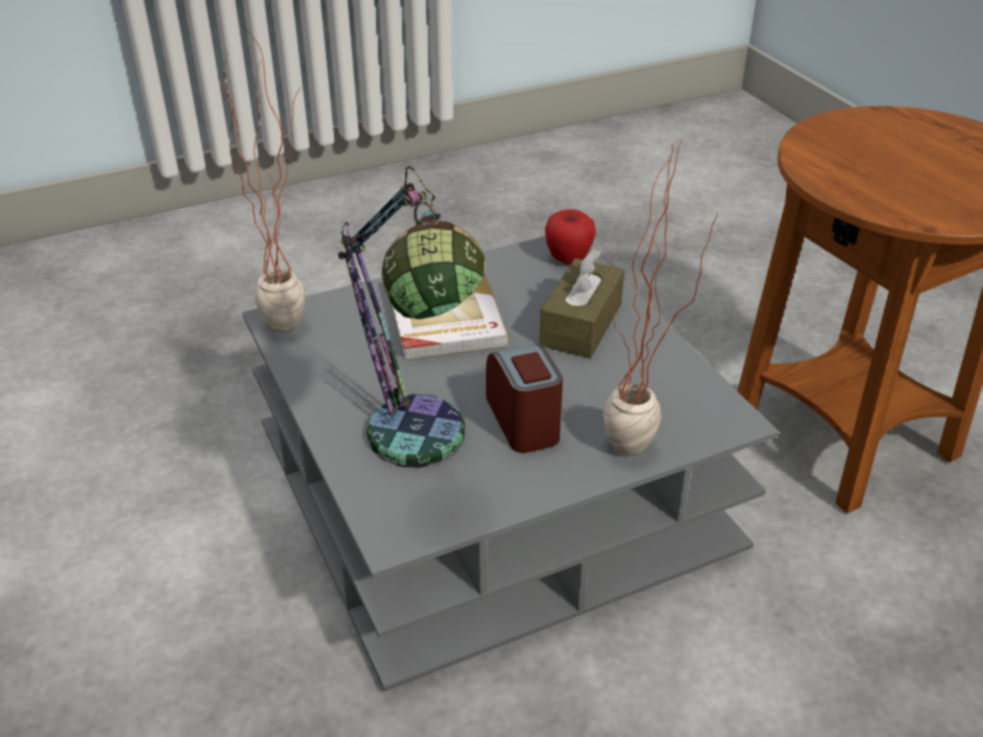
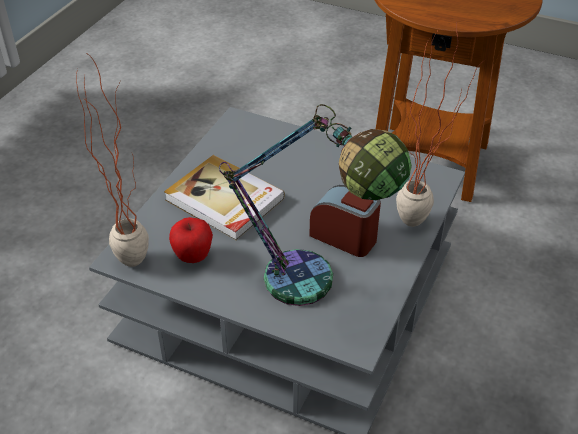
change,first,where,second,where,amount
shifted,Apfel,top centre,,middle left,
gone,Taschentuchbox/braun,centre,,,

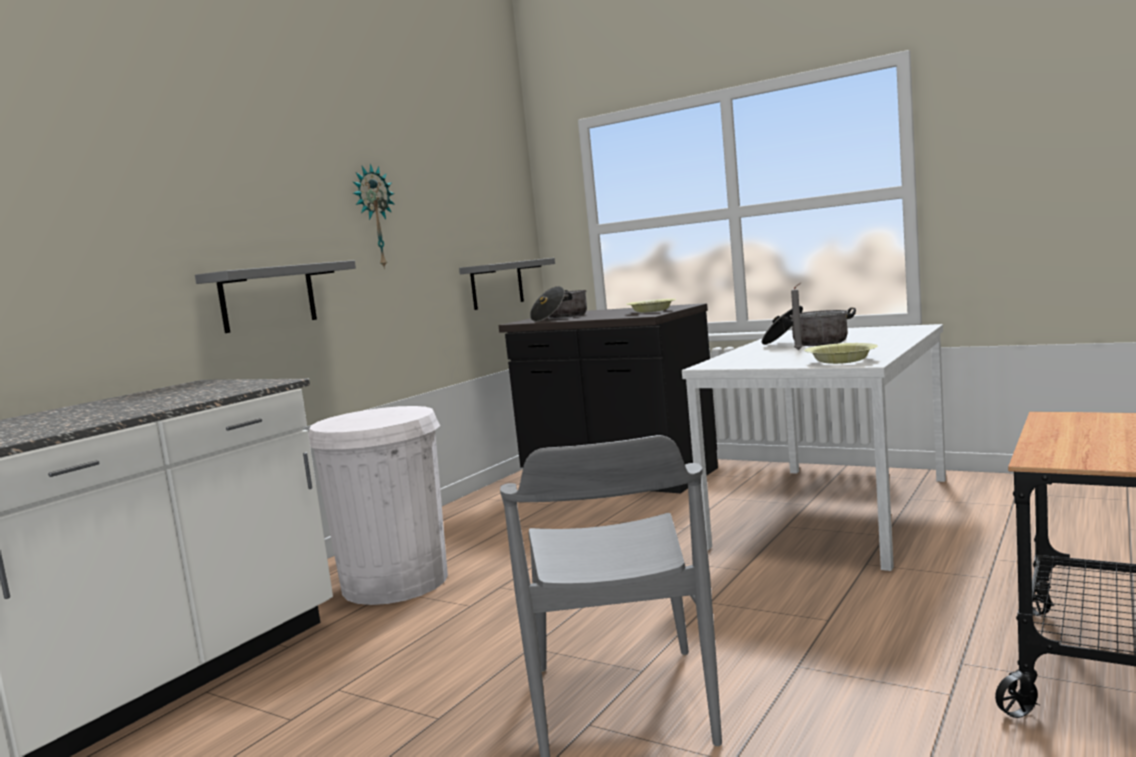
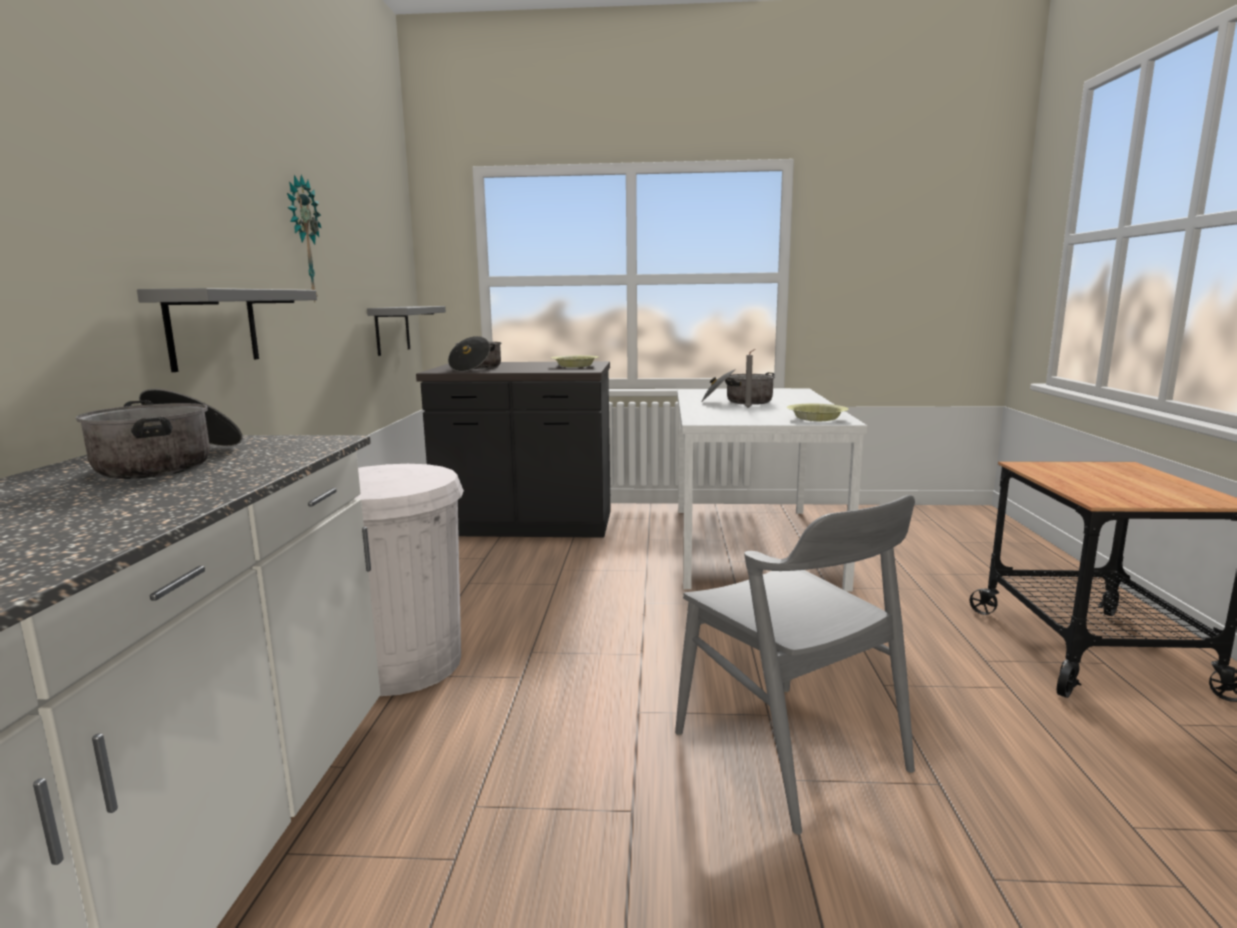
change,first,where,second,where,amount
new,,,Kochtopf (no. 1 from left),middle left,

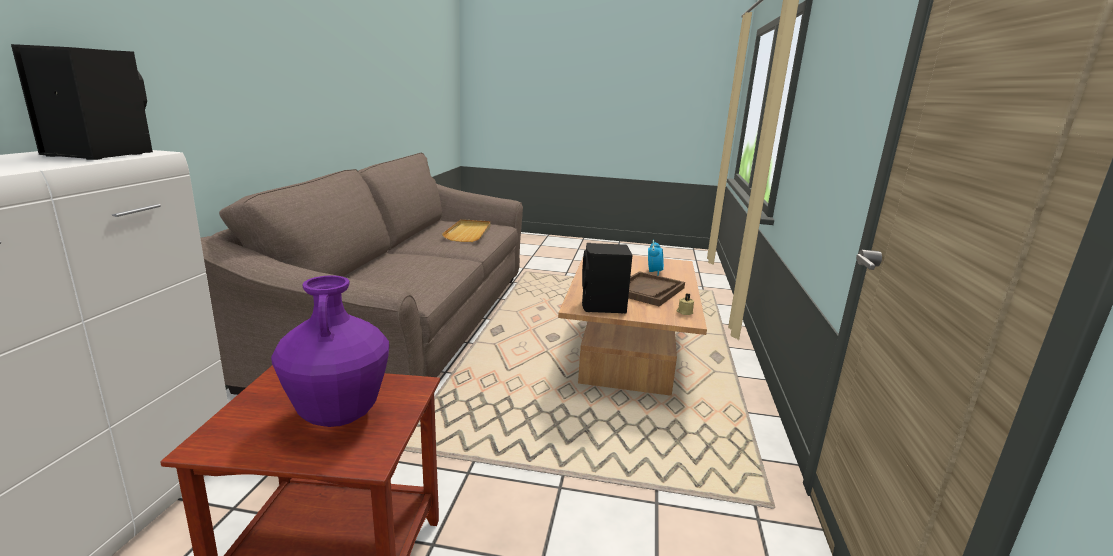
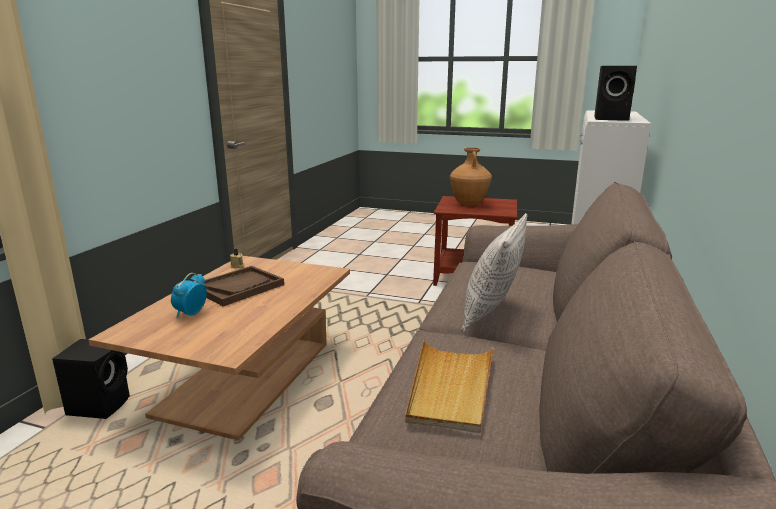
change,first,where,second,where,amount
shifted,Lautsprecher/schwarz (no. 2 from left in the first image),centre,Lautsprecher/schwarz (no. 1 from left),bottom left,
repainted,Vase/lila,middle left,Vase/braun,centre,
new,,,Kissen,centre,

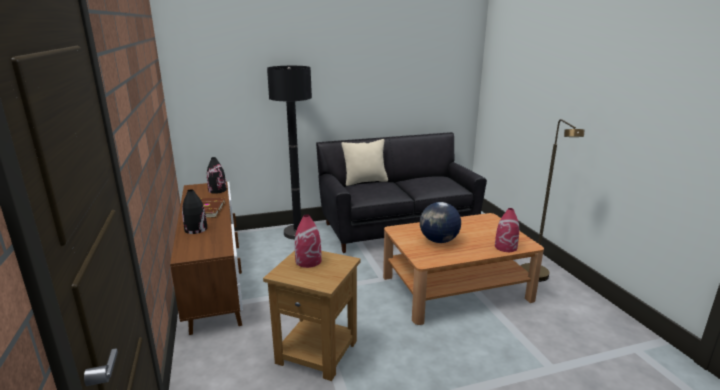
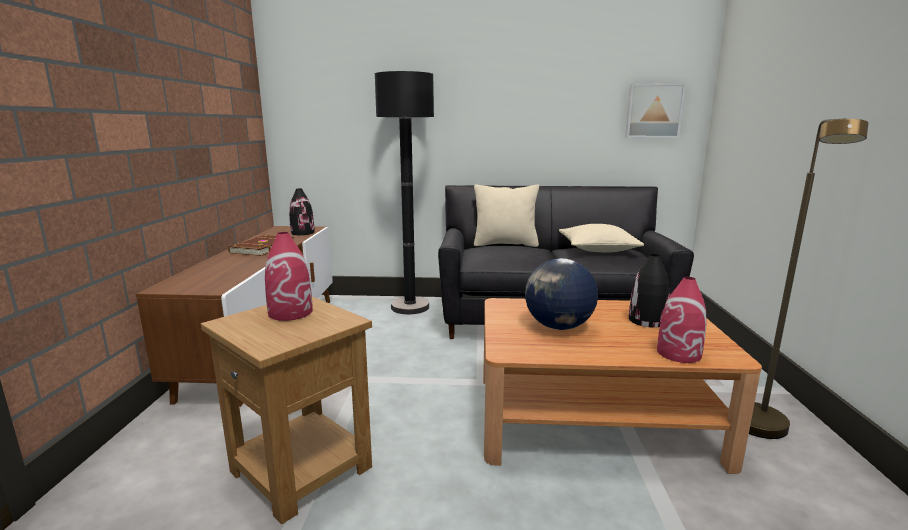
change,first,where,second,where,amount
shifted,Vase/schwarz (no. 1 from left in the first image),middle left,Vase/schwarz (no. 2 from left),middle right,
new,,,Bild,top right,
new,,,Kissen/beige (no. 2 from left),centre,

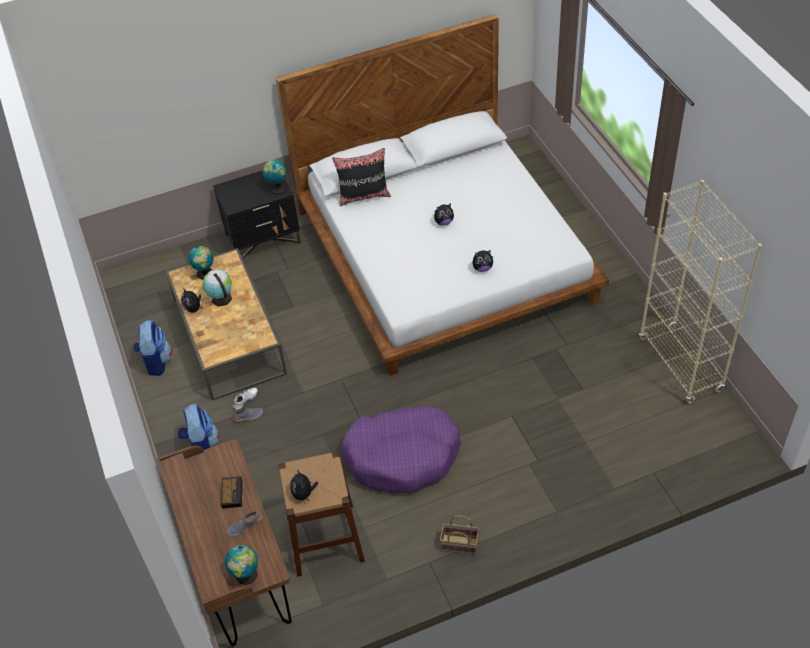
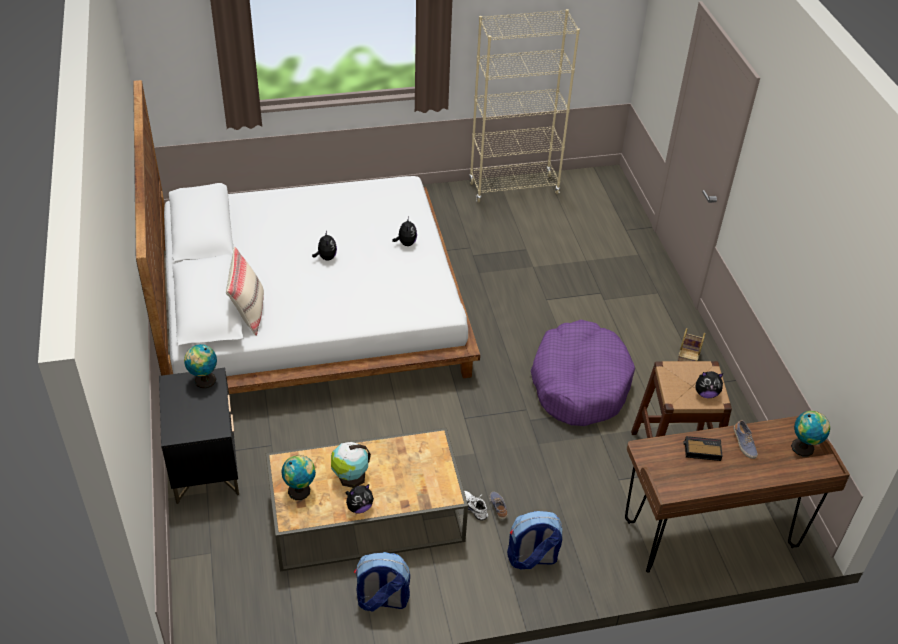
change,first,where,second,where,amount
repainted,Kissen/schwarz,top centre,Kissen/beige,middle left,

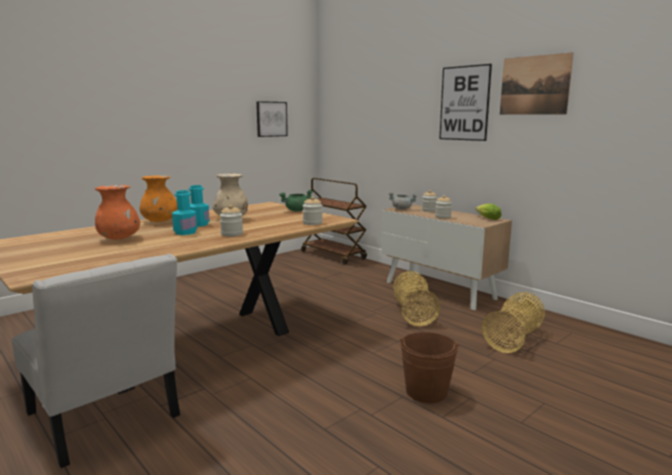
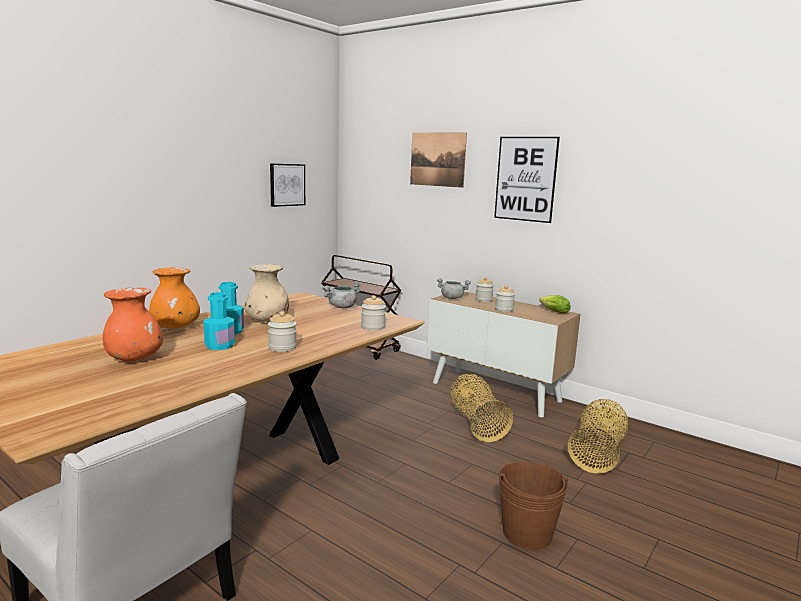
change,first,where,second,where,amount
shifted,Bild (no. 3 from left in the first image),top right,Bild (no. 2 from left),top centre,
repainted,Kochtopf/grün,centre,Kochtopf/grau (no. 1 from left),centre,

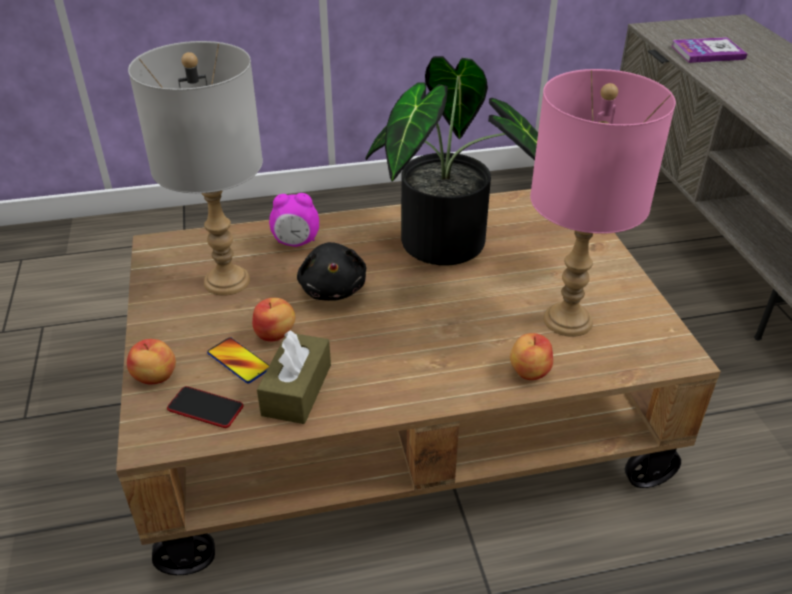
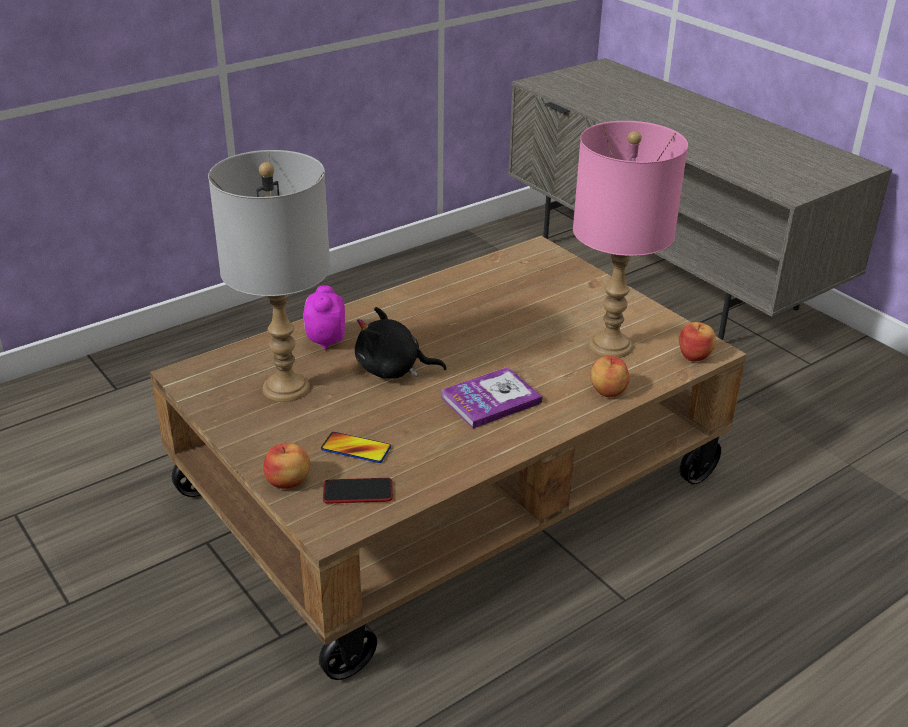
change,first,where,second,where,amount
shifted,Buch,top right,,centre,
gone,Topfpflanze,top centre,,,
rotated,Wecker,centre,,centre,120 degrees clockwise
rotated,Plüschtier/schwarz,centre,,centre,135 degrees clockwise
shifted,Apfel (no. 2 from left in the first image),centre,Apfel (no. 3 from left),middle right,
gone,Taschentuchbox/braun,centre,,,

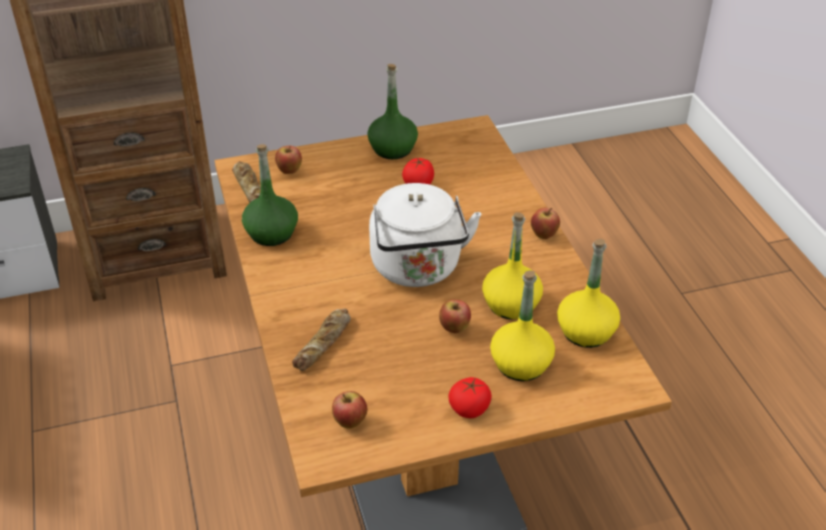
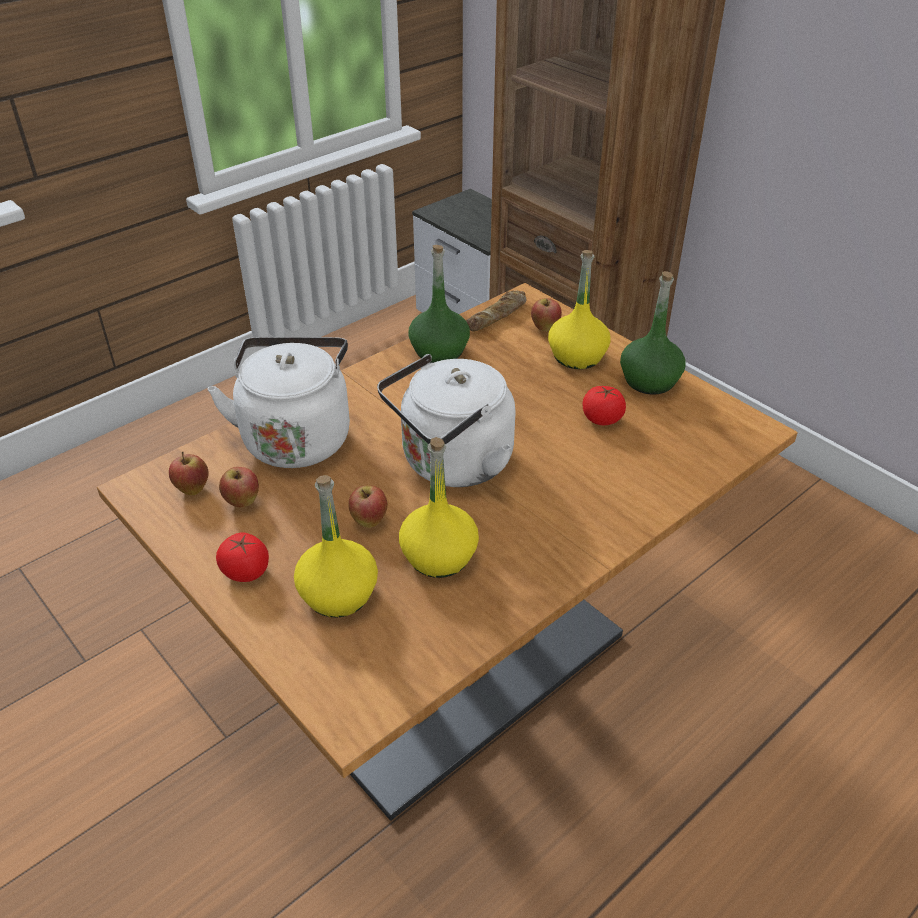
change,first,where,second,where,amount
shifted,Apfel (no. 4 from left in the first image),centre,Apfel (no. 2 from left),middle left,
shifted,Flasche/gelb (no. 3 from left),middle right,,centre,
swapped,Brot (no. 2 from left),centre,Wasserkessel/weiß (no. 1 from left),middle left,

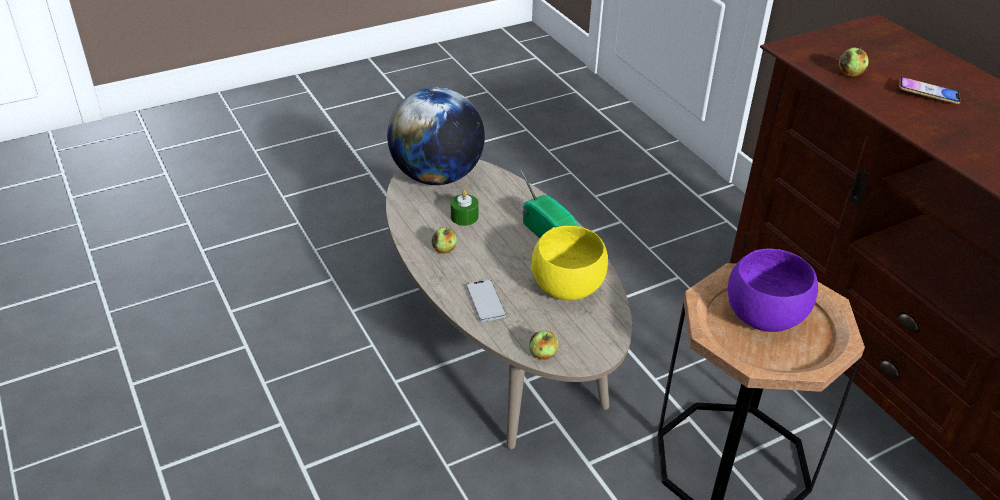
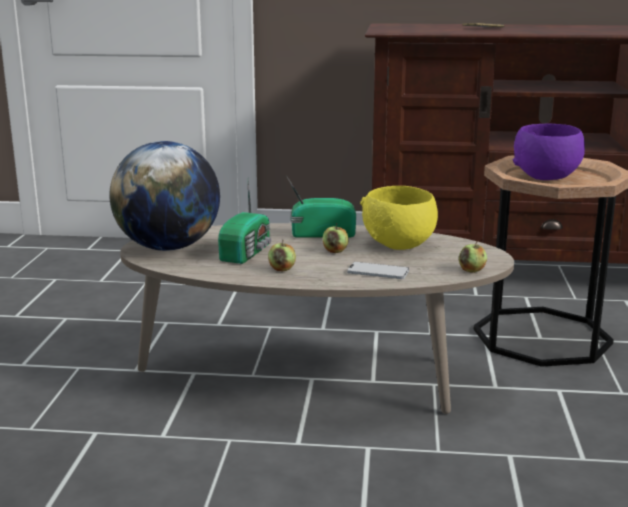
change,first,where,second,where,amount
shifted,Apfel (no. 3 from left in the first image),top right,Apfel (no. 2 from left),centre,
swapped,Kerze/grün,centre,Radio (no. 1 from left),centre,

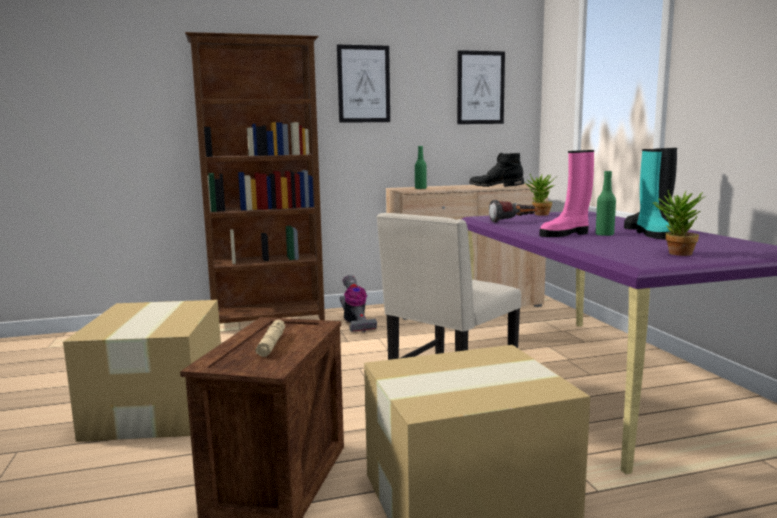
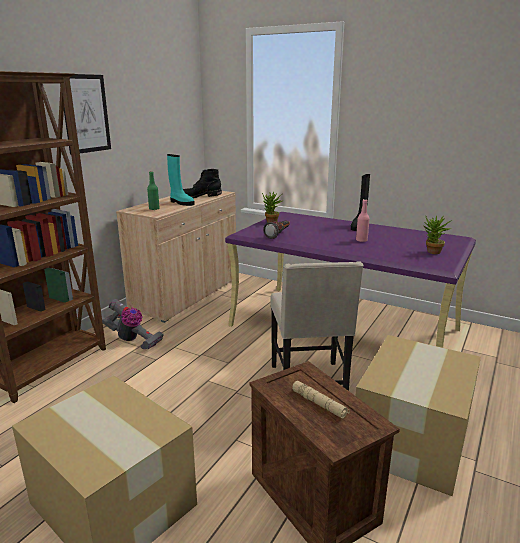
change,first,where,second,where,amount
gone,Bild (no. 2 from left),top centre,,,
shifted,Stiefel/türkis,middle right,,top centre,
gone,Stiefel/rosa,middle right,,,
repainted,Flasche/grün (no. 2 from left),middle right,Flasche/rosa,middle right,

